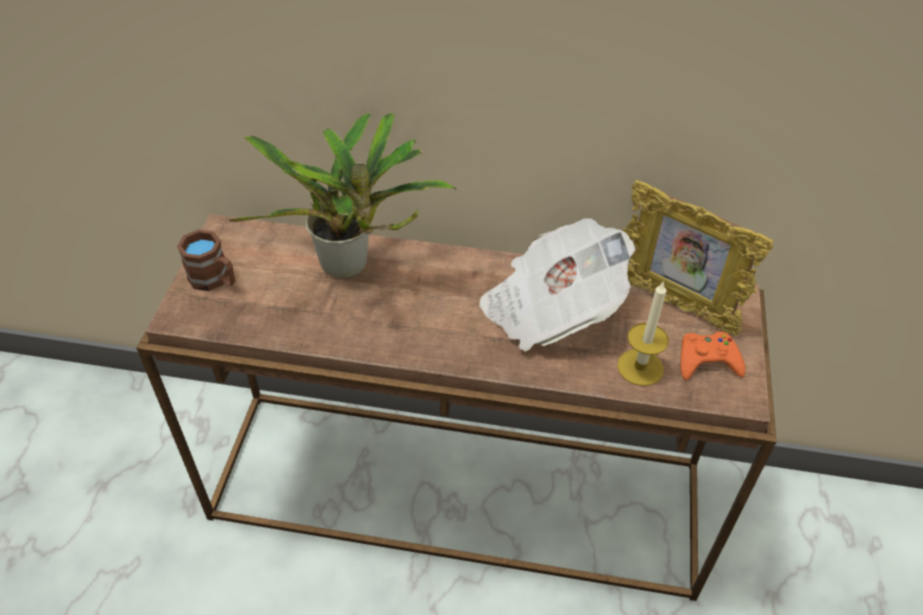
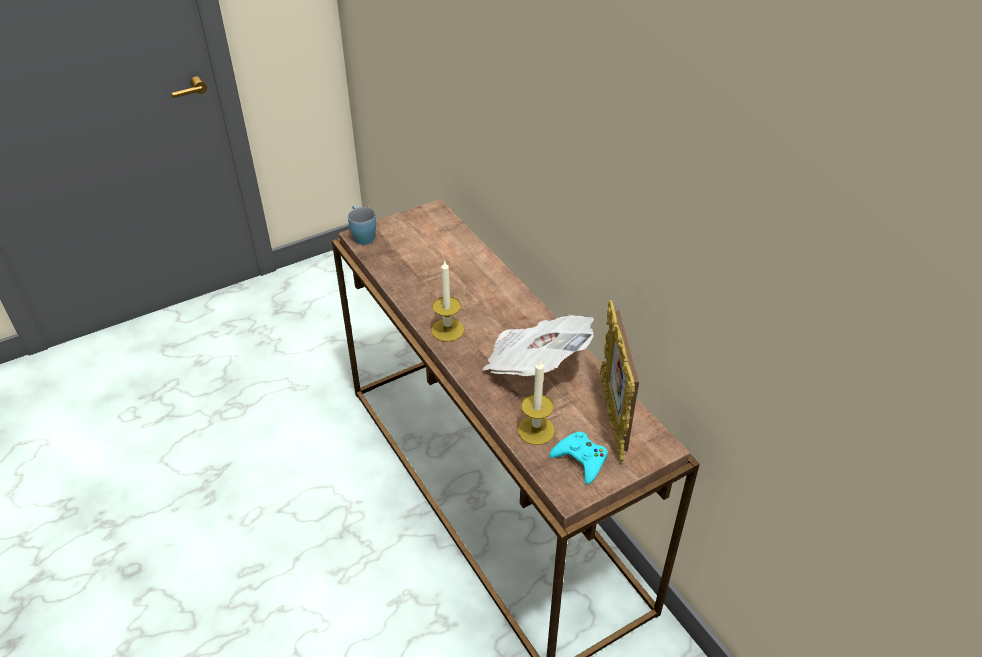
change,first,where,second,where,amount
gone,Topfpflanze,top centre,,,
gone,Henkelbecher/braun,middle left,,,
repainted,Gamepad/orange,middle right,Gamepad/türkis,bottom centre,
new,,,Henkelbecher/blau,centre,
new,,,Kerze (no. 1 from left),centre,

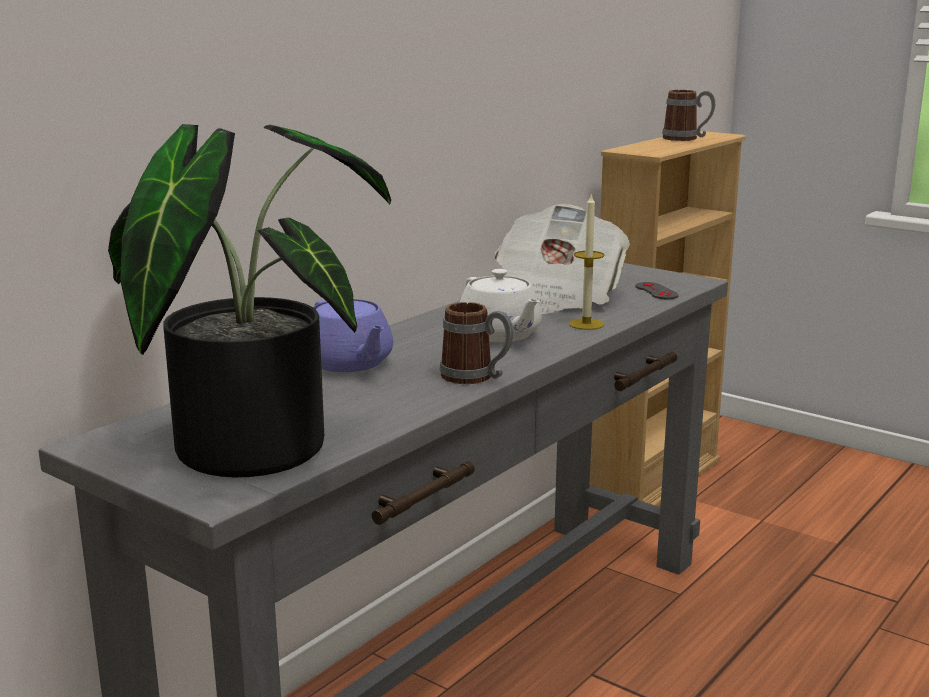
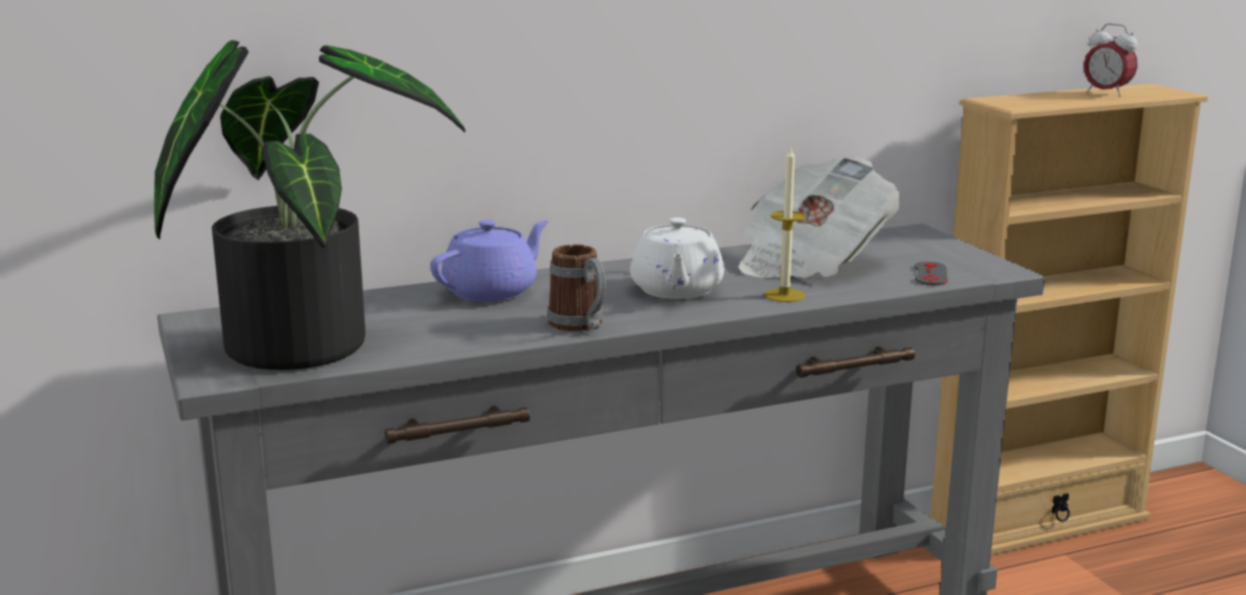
change,first,where,second,where,amount
swapped,Henkelbecher (no. 2 from left),top right,Wecker,top right,
rotated,Teekanne/lila,centre,,centre,135 degrees counterclockwise

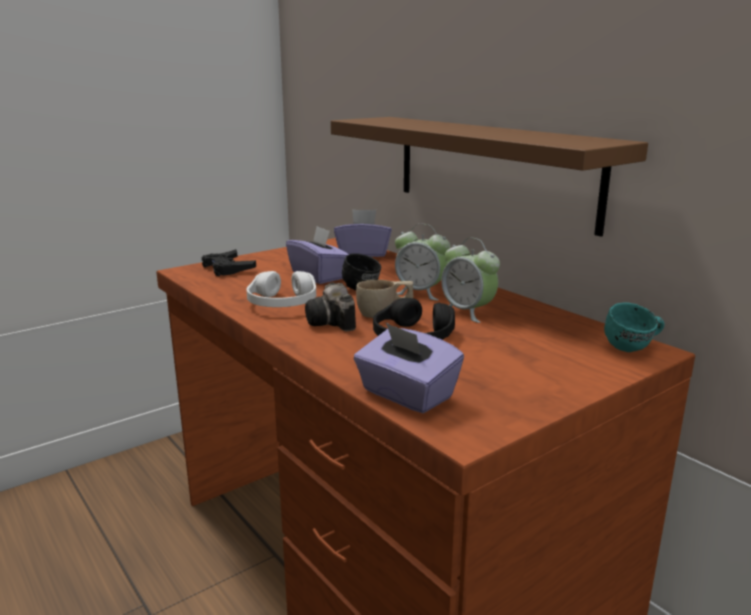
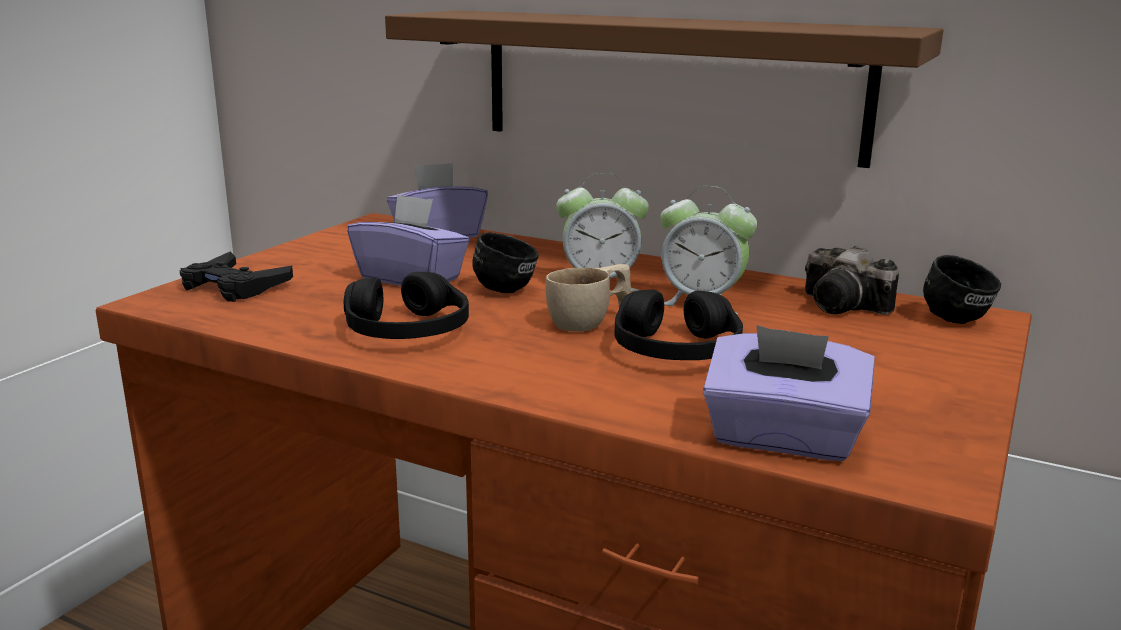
change,first,where,second,where,amount
repainted,Kopfhörer/weiß,centre,Kopfhörer/schwarz (no. 1 from left),centre,
shifted,Kamera,centre,,middle right,
repainted,Henkelbecher/türkis,middle right,Henkelbecher/schwarz (no. 2 from left),middle right,

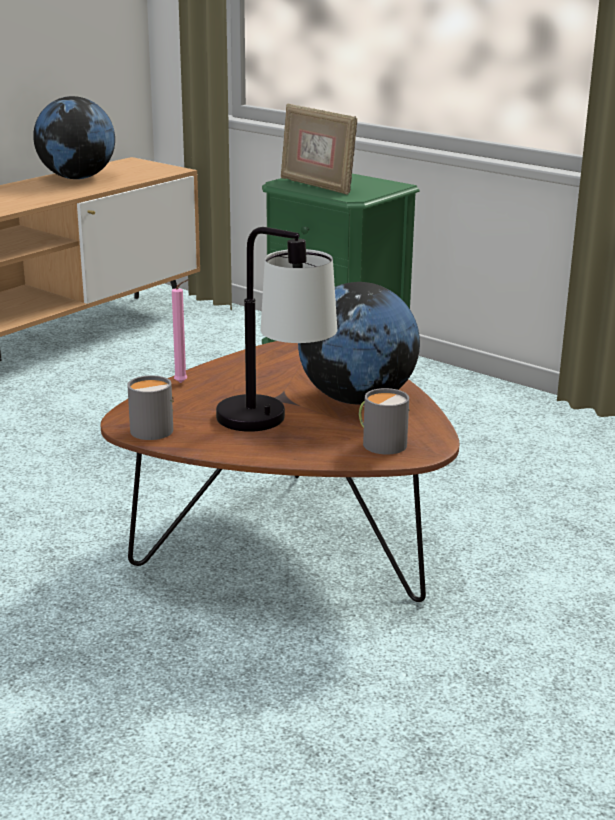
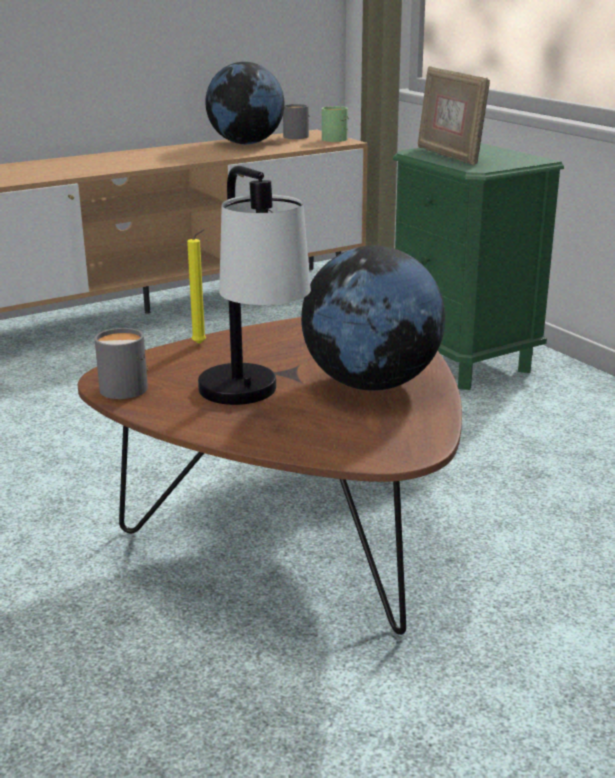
change,first,where,second,where,amount
repainted,Kerze/rosa,middle left,Kerze/gelb,middle left,
shifted,Henkelbecher/grau (no. 2 from left),centre,,top centre,
new,,,Henkelbecher/grün,top centre,

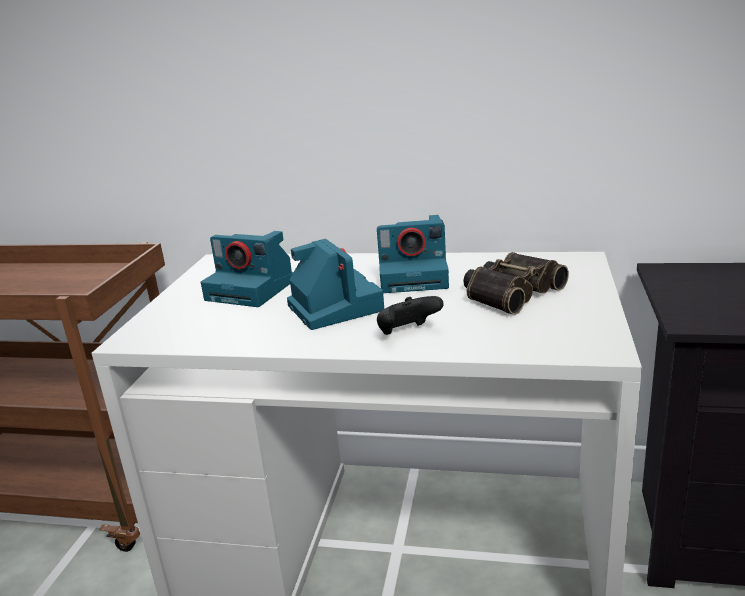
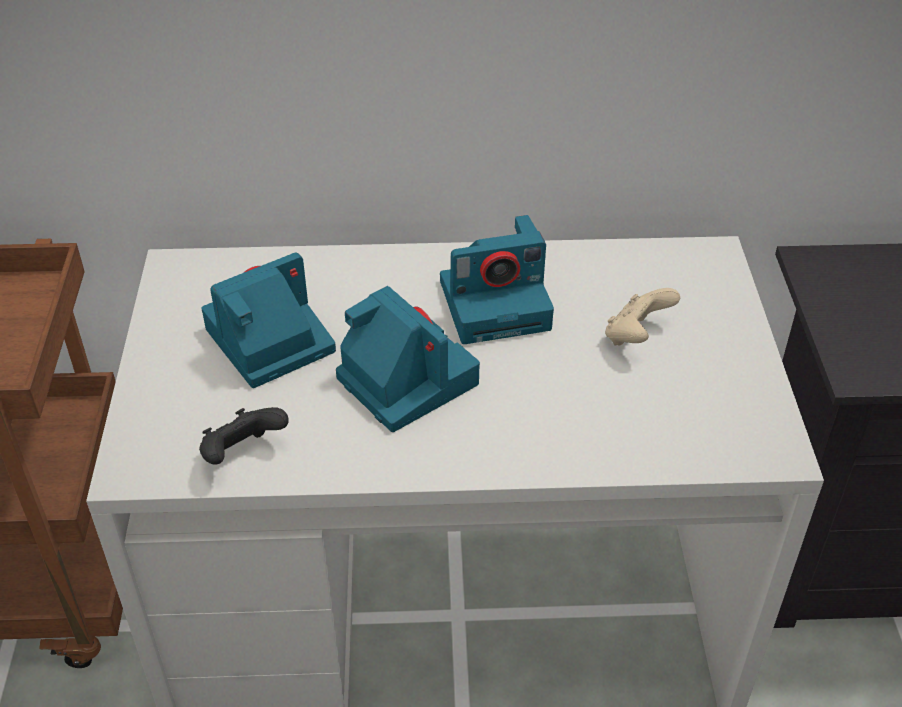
change,first,where,second,where,amount
rotated,Kamera (no. 1 from left),middle left,,middle left,135 degrees clockwise
swapped,Fernglas,middle right,Gamepad/beige,middle right,
shifted,Gamepad/schwarz,centre,,middle left,

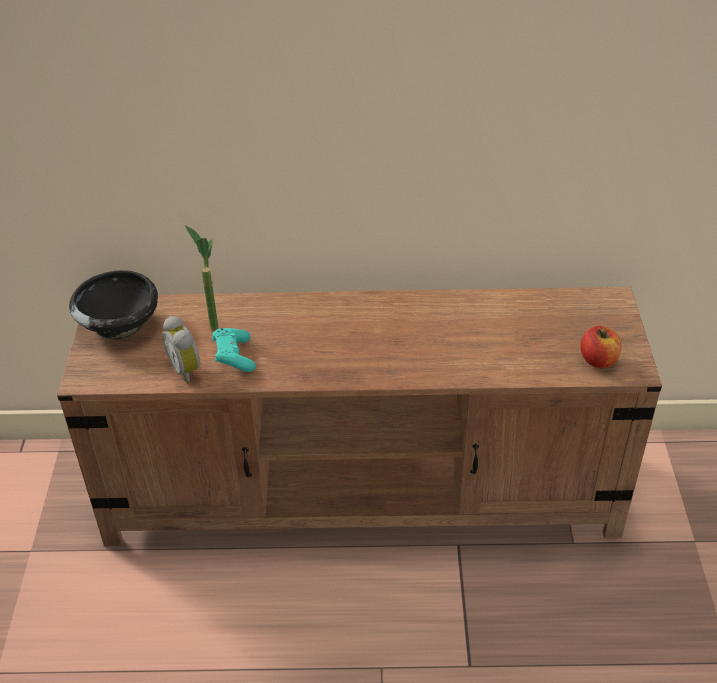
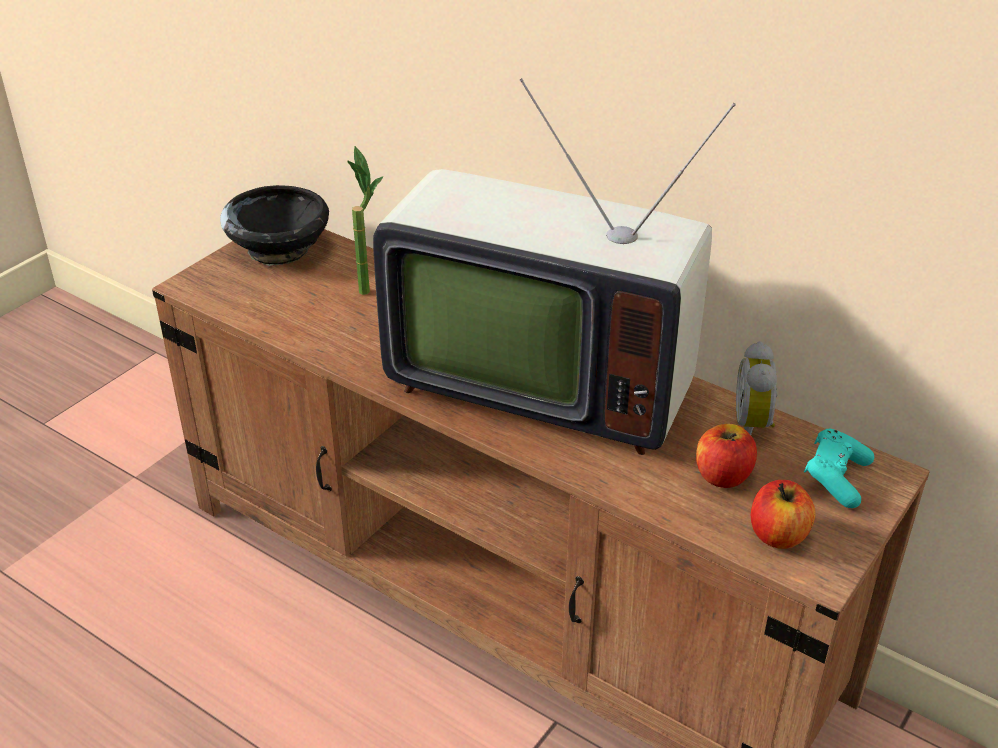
change,first,where,second,where,amount
shifted,Wecker,middle left,,middle right,
shifted,Gamepad/türkis,middle left,,middle right,
new,,,Fernseher,centre,
new,,,Apfel (no. 1 from left),middle right,

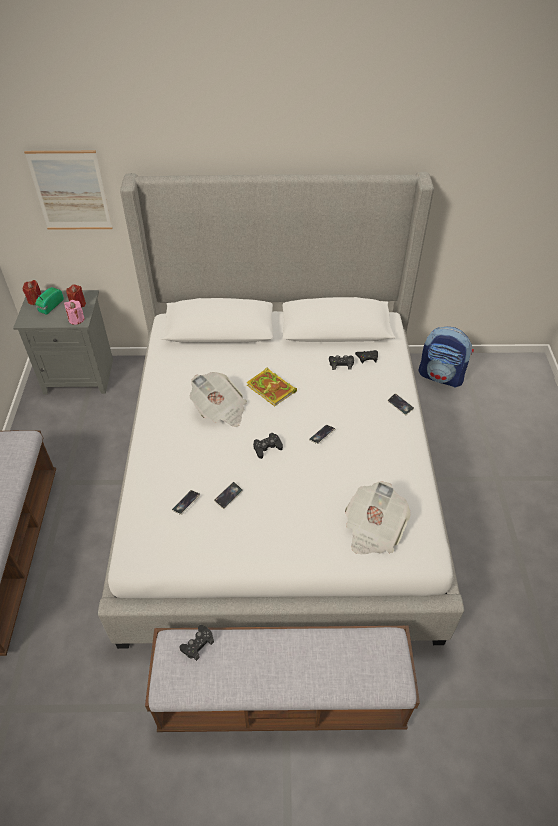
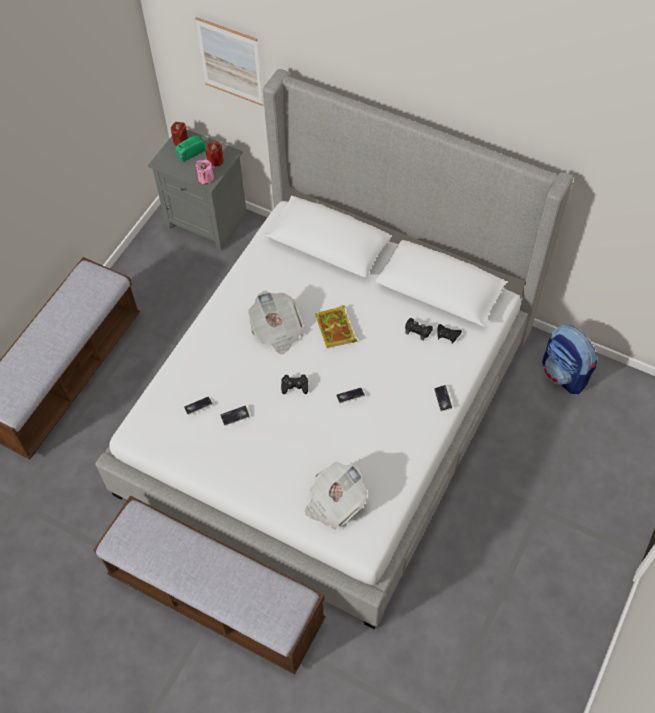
change,first,where,second,where,amount
gone,Gamepad/schwarz (no. 1 from left),bottom centre,,,

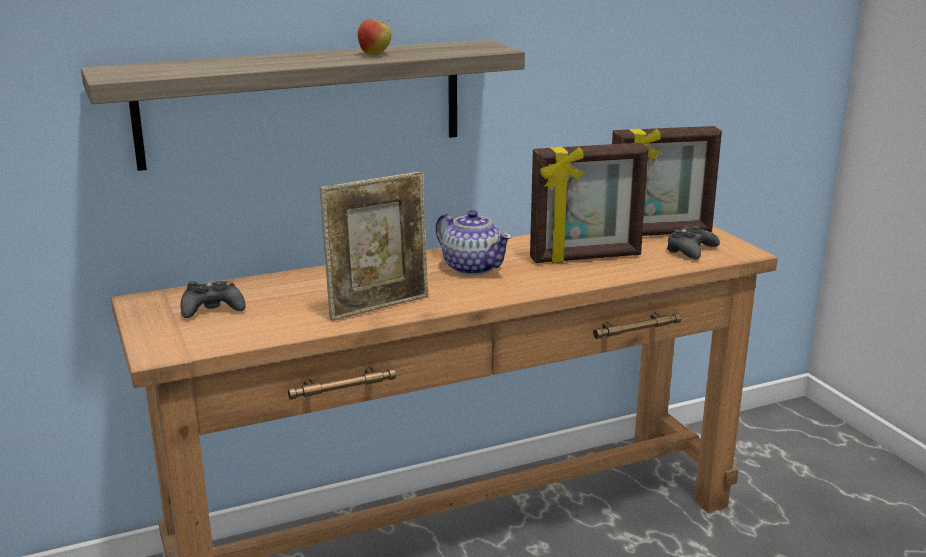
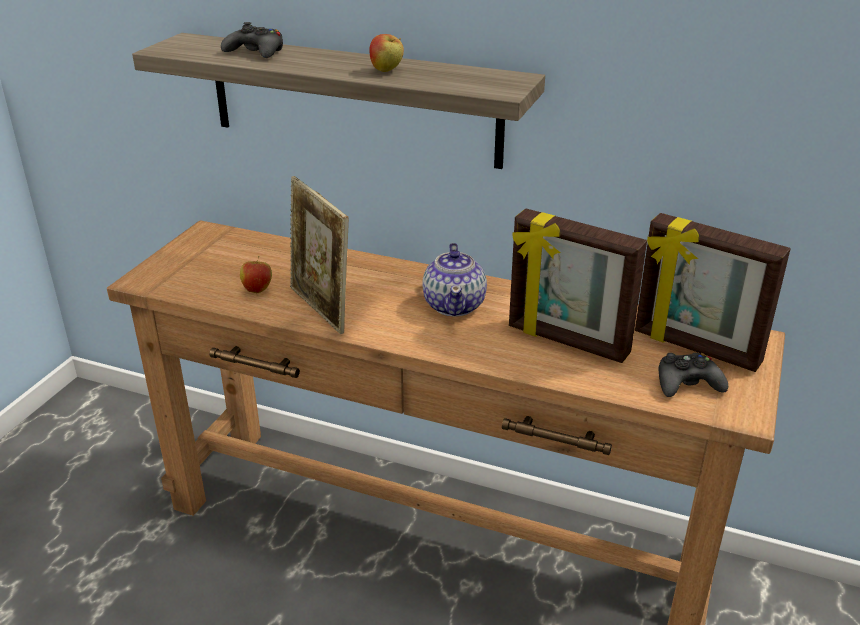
change,first,where,second,where,amount
rotated,Bilderrahmen (no. 1 from left),centre,,centre,45 degrees clockwise
shifted,Gamepad/schwarz (no. 1 from left),middle left,,top left,
new,,,Apfel (no. 1 from left),middle left,

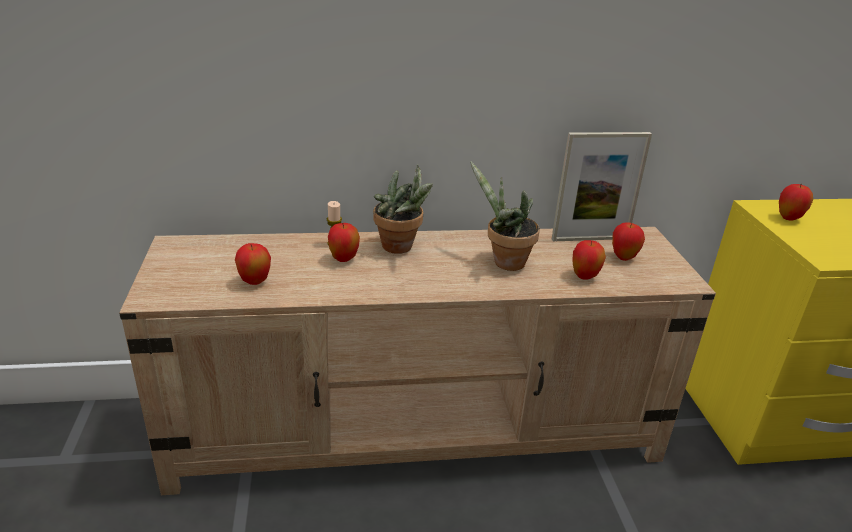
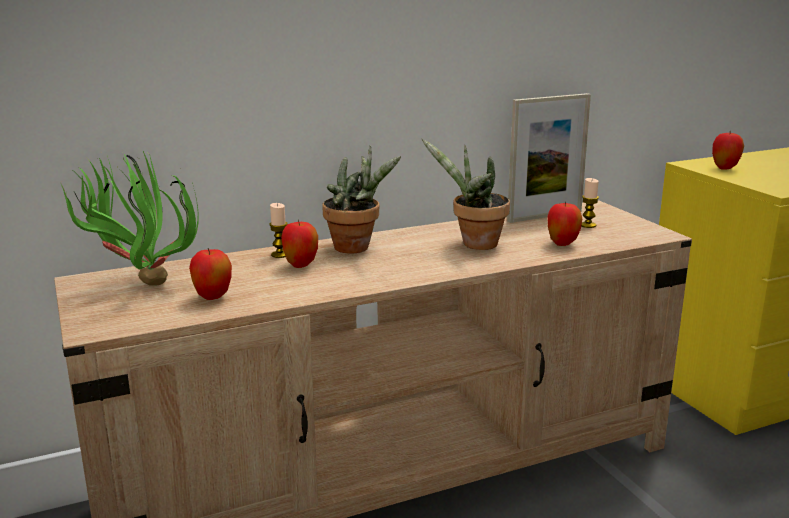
change,first,where,second,where,amount
swapped,Apfel (no. 4 from left),middle right,Kerze (no. 2 from left),middle right,
new,,,Topfpflanze (no. 1 from left),middle left,

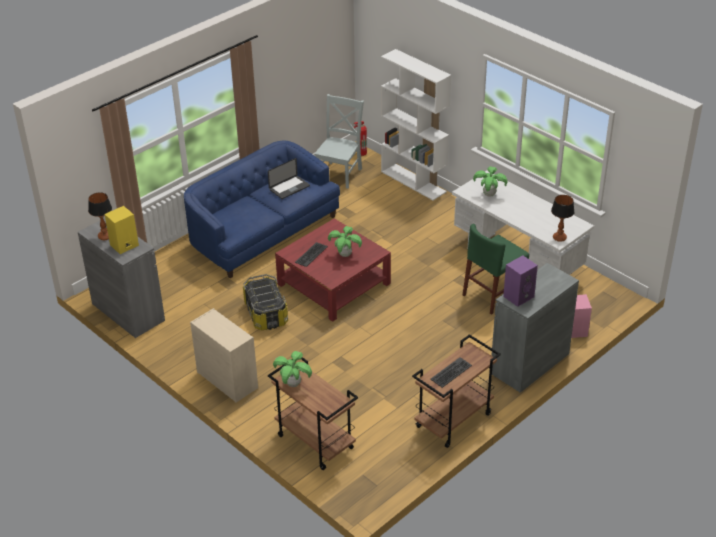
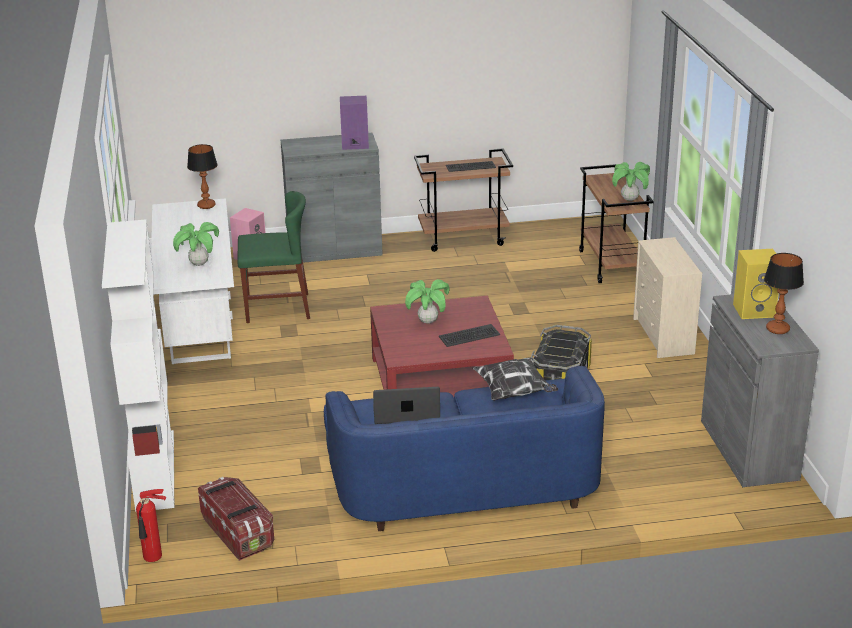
change,first,where,second,where,amount
swapped,Stuhl/grau,top centre,Aufbewahrungsbox (no. 1 from left),bottom left,
new,,,Kissen,centre,

